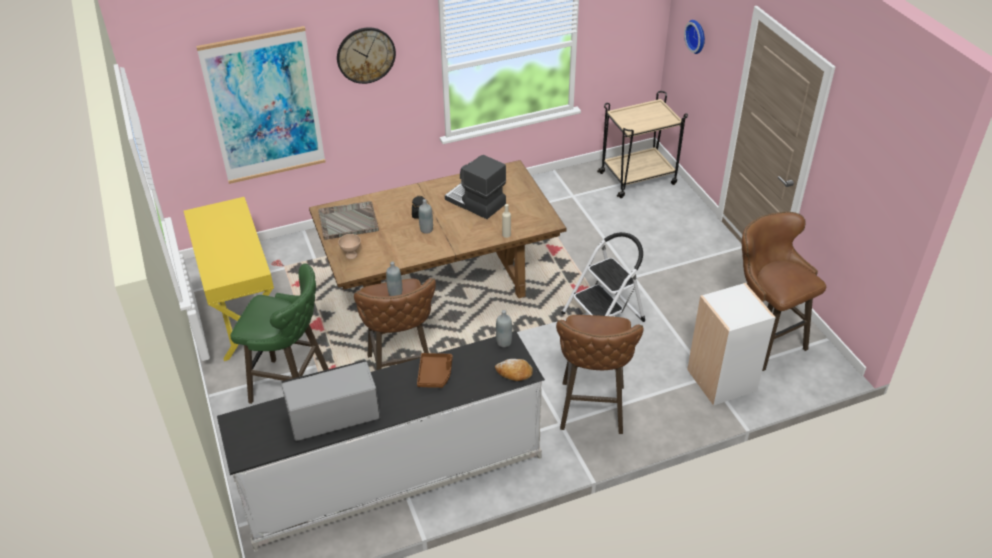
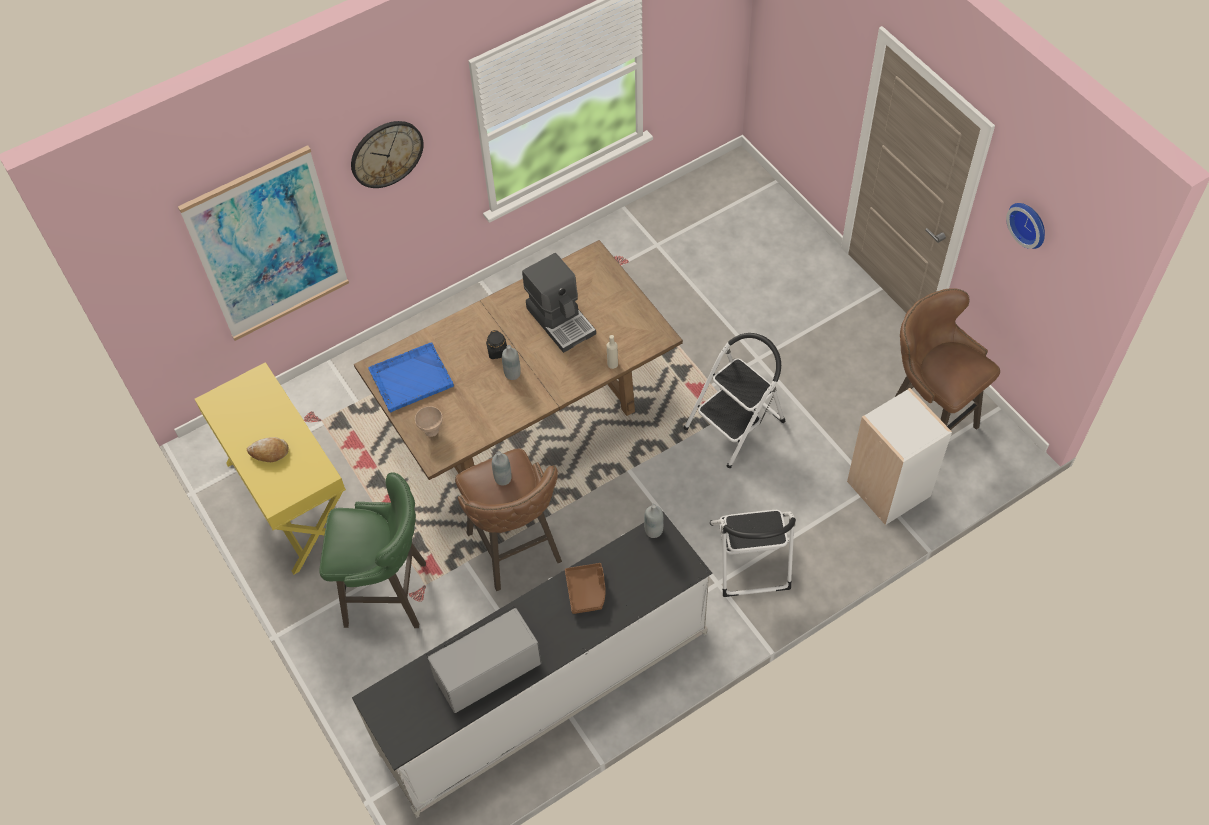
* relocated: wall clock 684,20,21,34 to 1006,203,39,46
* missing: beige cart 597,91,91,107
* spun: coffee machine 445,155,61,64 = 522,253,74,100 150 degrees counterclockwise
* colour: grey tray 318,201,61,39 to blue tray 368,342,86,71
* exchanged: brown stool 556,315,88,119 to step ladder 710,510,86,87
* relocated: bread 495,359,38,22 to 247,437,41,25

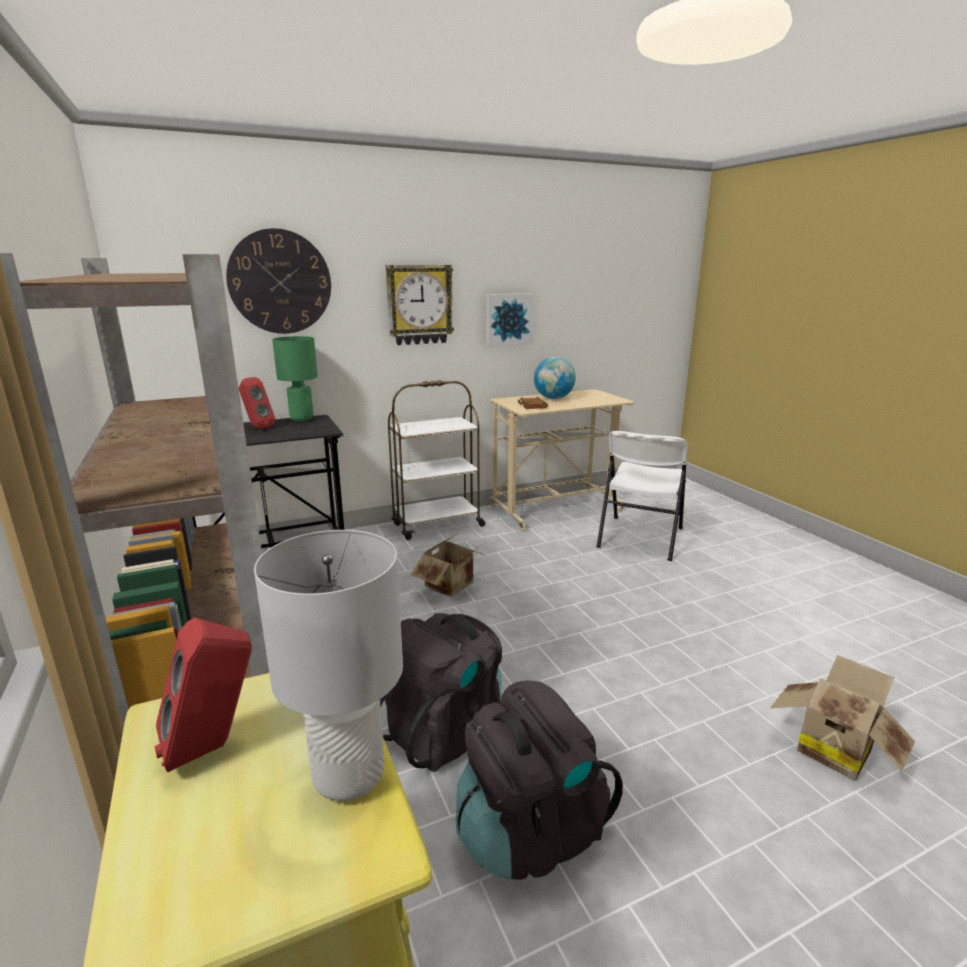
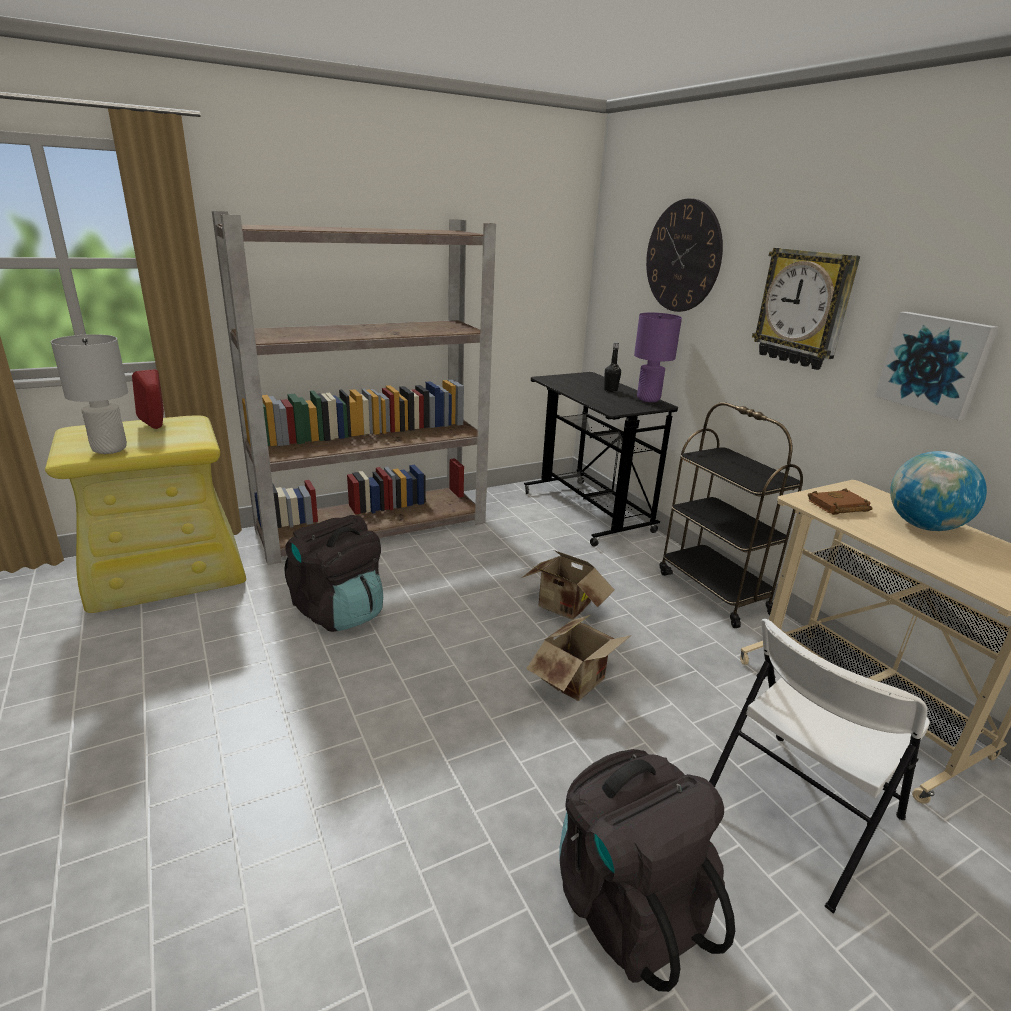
* colour: green table lamp 272,336,46,85 to purple table lamp 634,312,48,90
* exchanged: red speaker 239,377,36,52 to black bottle 604,343,17,49
* colour: white cart 388,380,97,160 to black cart 659,402,144,226
* spun: white chair 596,431,92,130 = 709,619,221,295 60 degrees counterclockwise
* relocated: cardboard box 770,655,145,125 to 526,615,106,86
* relocated: black backpack 456,680,167,200 to 559,749,176,243

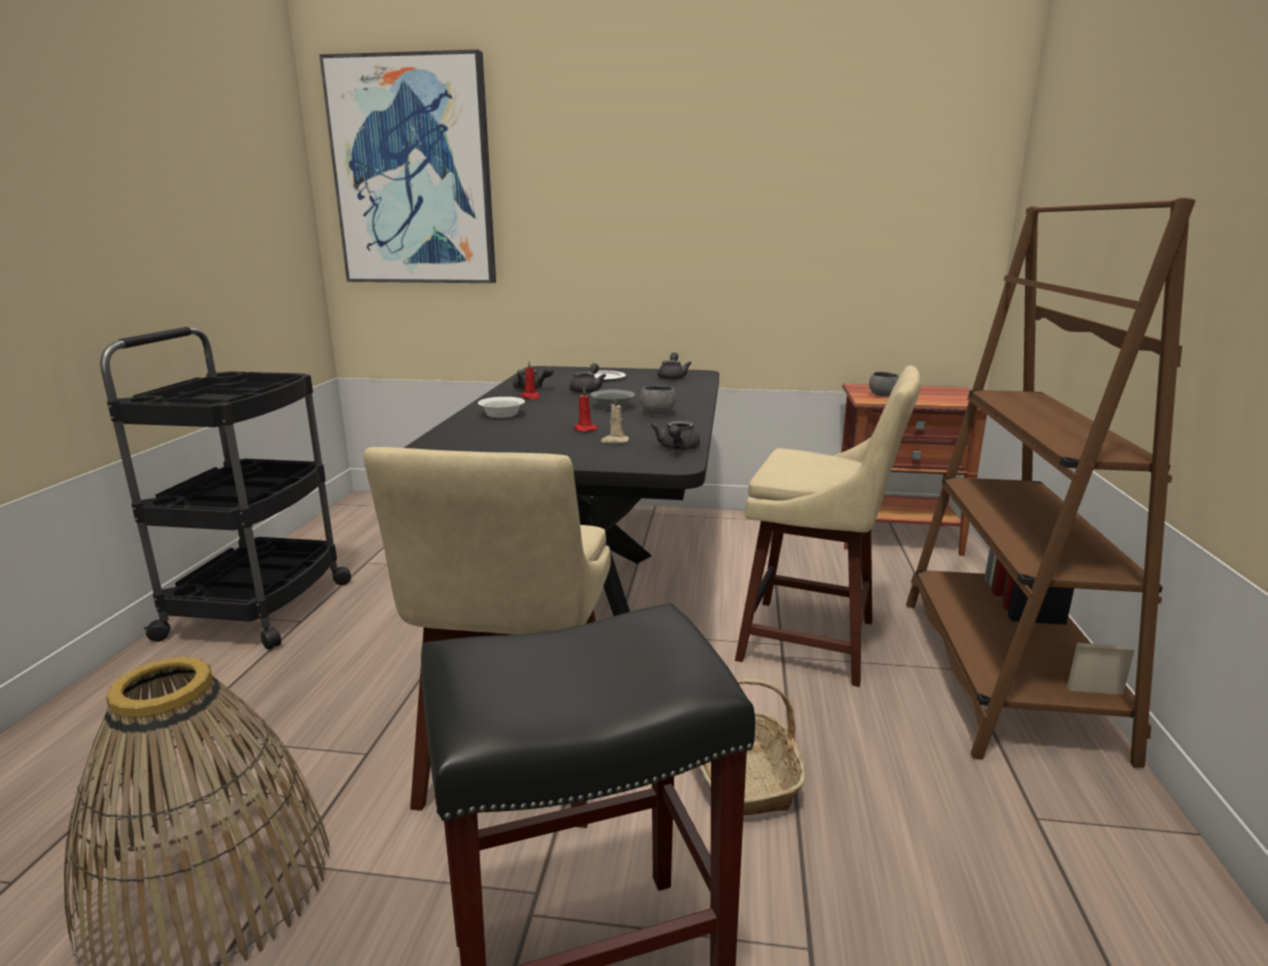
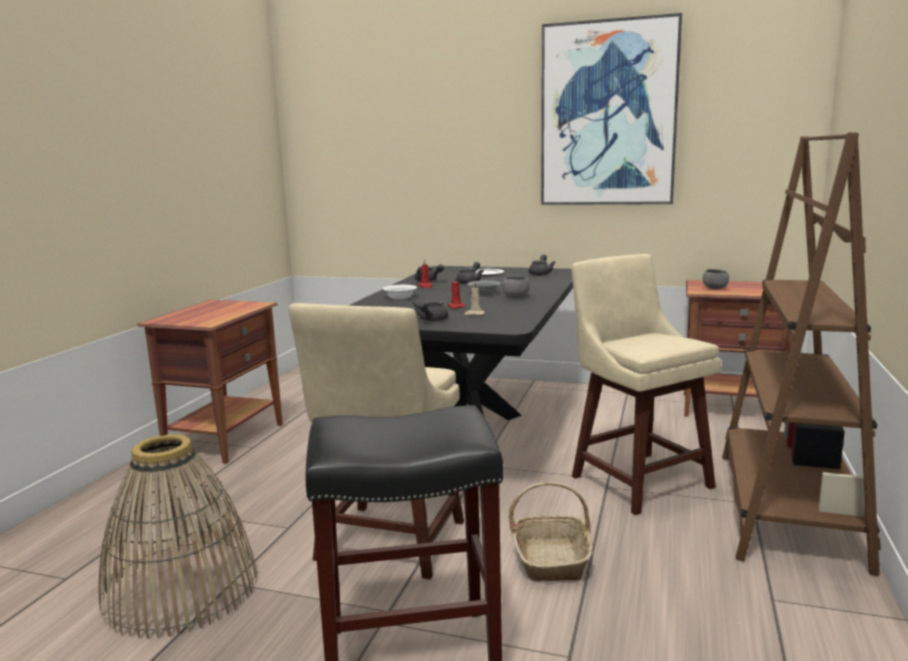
* relocated: picture 319,50,177,233 to 541,13,141,192
* exchanged: black cart 100,327,251,323 to nightstand 137,300,146,164
* spun: beige chair 735,366,186,321 = 571,254,150,261 150 degrees counterclockwise
* relocated: grey teapot 651,421,49,29 to 412,300,36,21

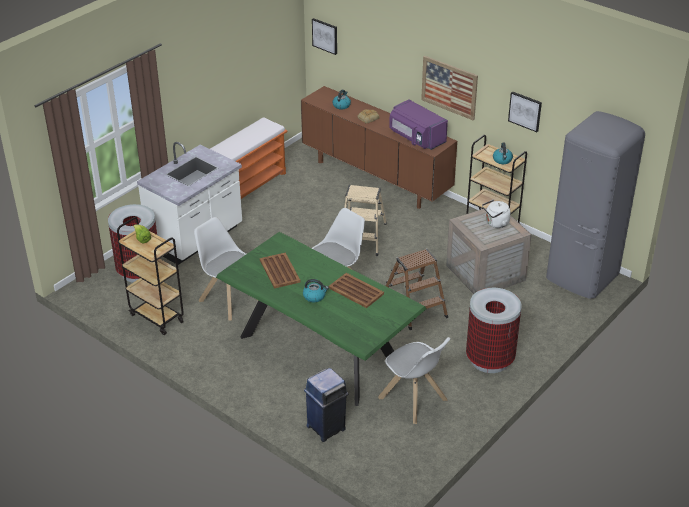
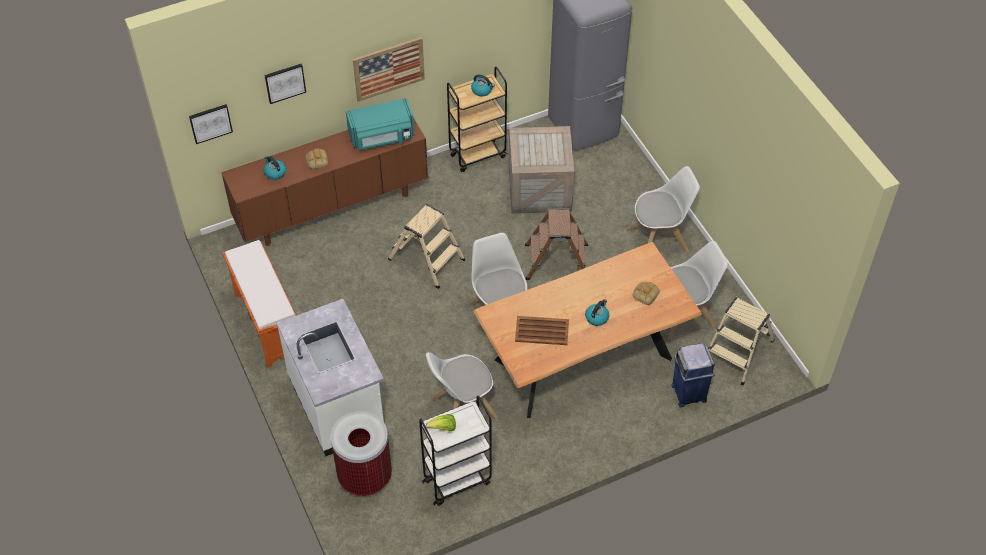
* relocated: picture 508,91,34,41 to 265,64,41,40
* colour: purple microwave 389,100,59,50 to turquoise microwave 346,98,69,53
* missing: white kettle 482,200,29,28
* colour: brown cart 117,217,67,118 to white cart 419,396,73,110
* colour: green dining table 216,232,211,174 to brown dining table 473,242,229,176
* missing: brown tray 328,273,56,35
* exchanged: trash can 466,288,56,85 to chair 627,166,73,86
* appeared: bread 633,282,27,23
* appeared: beige step ladder 709,297,66,89

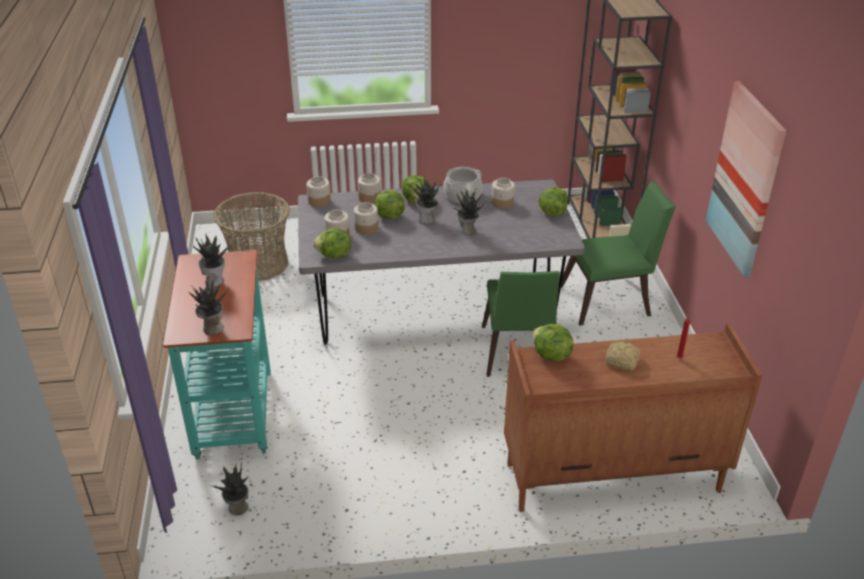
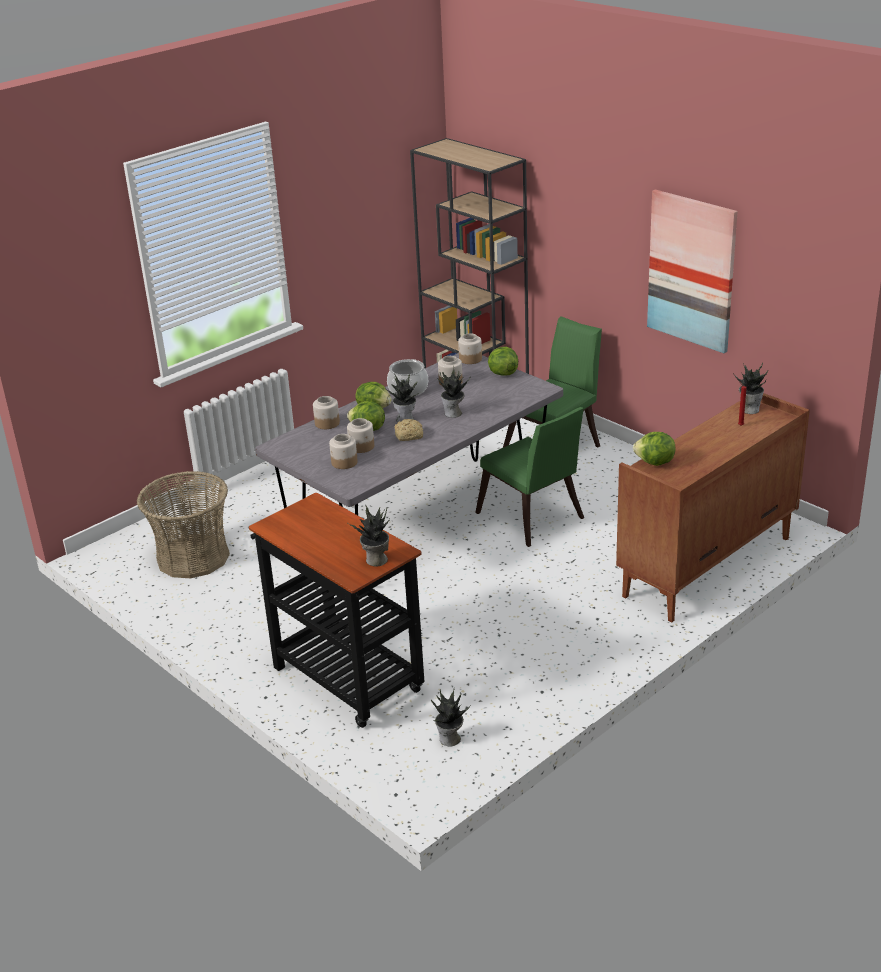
* relocated: jar 307,176,24,31 to 458,333,24,31
* missing: lettuce 313,229,38,30
* relocated: potted plant 192,235,40,52 to 733,363,35,51
* colour: turquoise cart 163,250,108,209 to black cart 249,493,175,235
* relocated: bread 606,341,35,30 to 394,419,29,22

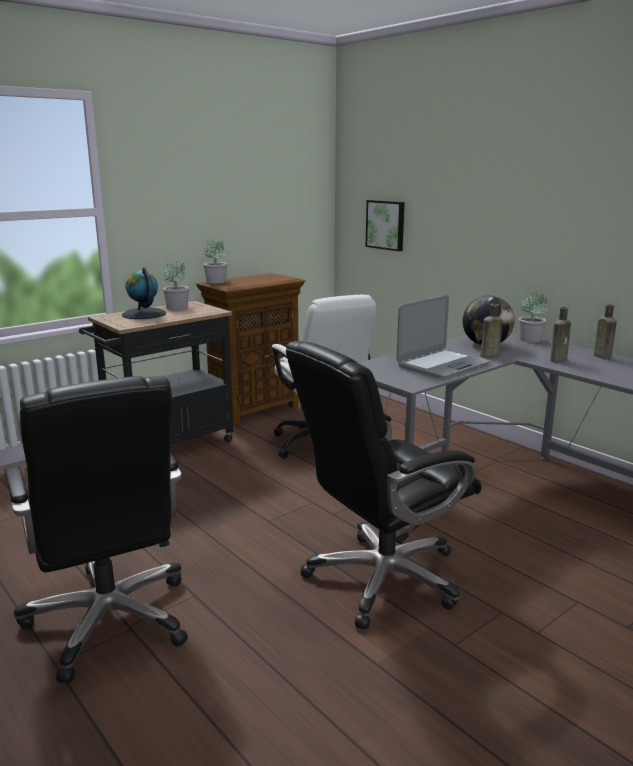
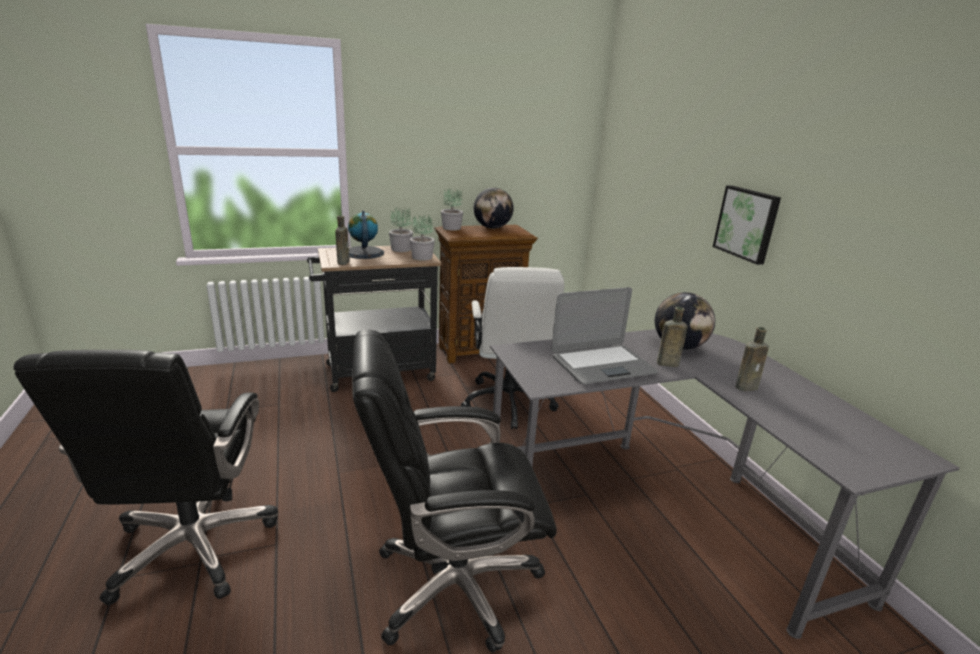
* relocated: picture 366,200,39,51 to 713,186,68,79
* relocated: potted plant 518,293,29,49 to 410,214,25,47
* relocated: brown bottle 594,304,23,56 to 335,215,15,50
* appeared: globe 473,188,41,41

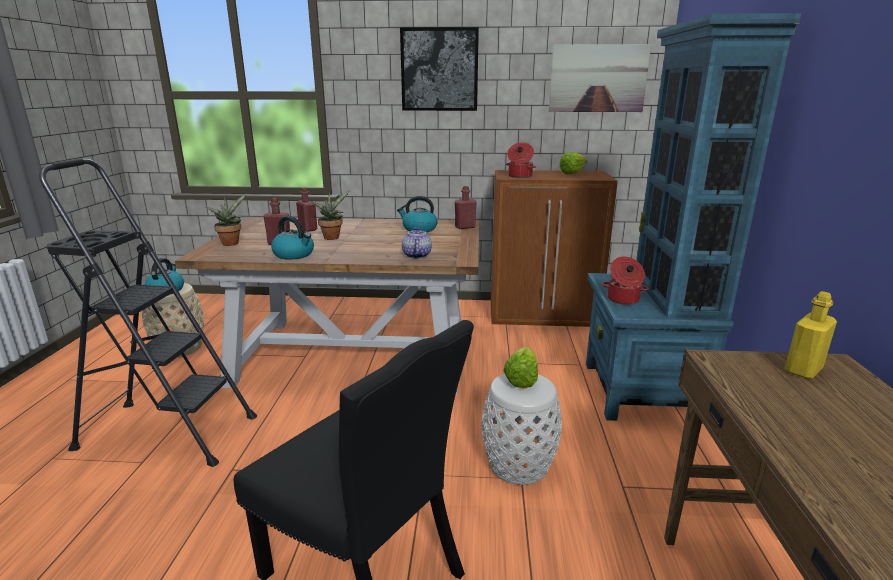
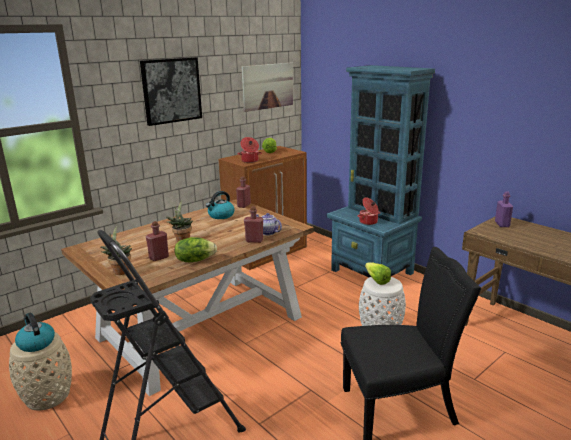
* relocated: red bottle 296,187,21,45 to 244,206,19,37
* exchanged: kettle 271,216,43,44 to lettuce 175,237,42,25
* colour: yellow bottle 785,291,52,88 to purple bottle 495,191,18,36

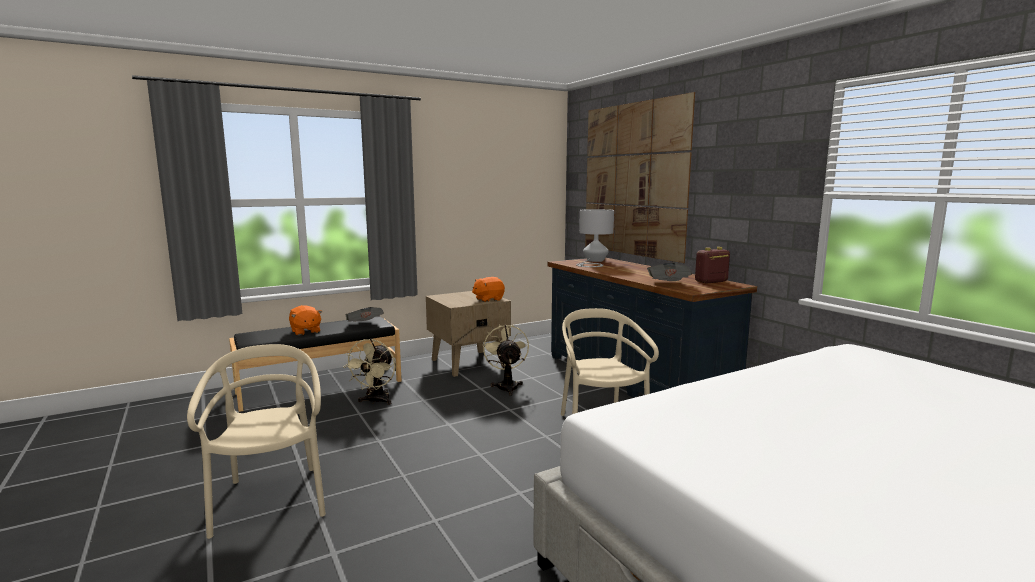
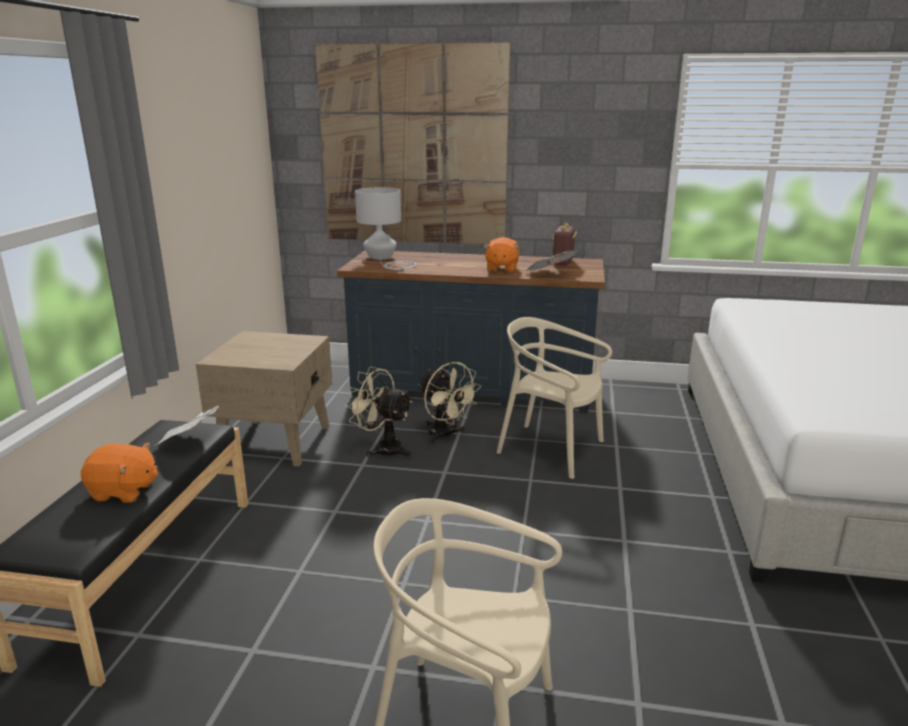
* relocated: orange plush toy 472,277,33,25 to 483,237,36,36
* relocated: beige fan 343,339,53,66 to 418,362,63,82

